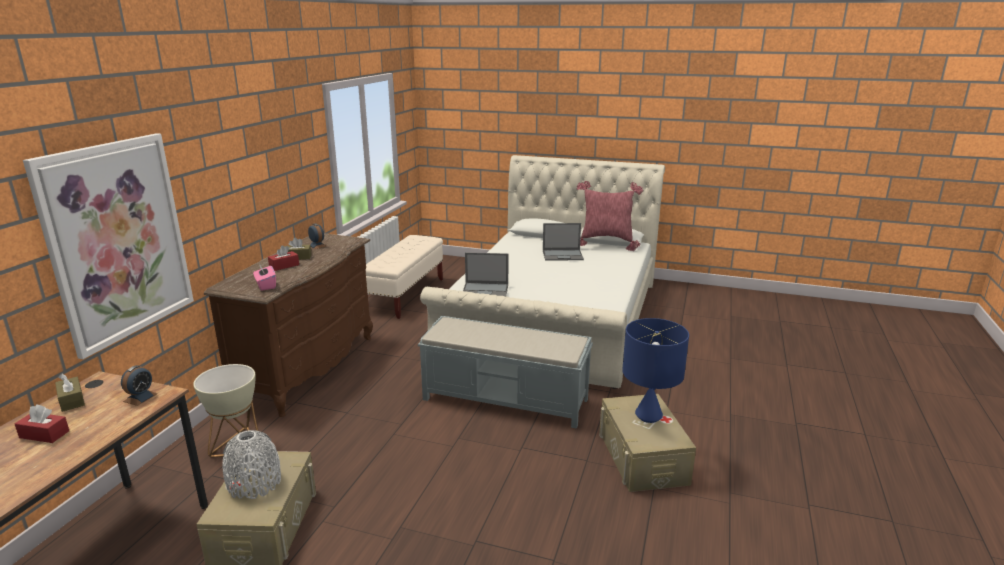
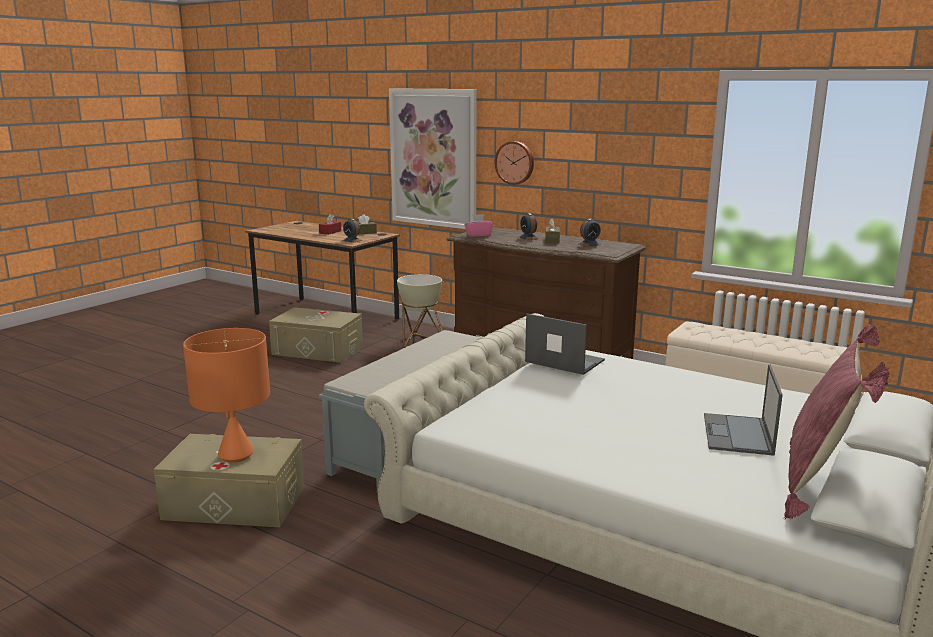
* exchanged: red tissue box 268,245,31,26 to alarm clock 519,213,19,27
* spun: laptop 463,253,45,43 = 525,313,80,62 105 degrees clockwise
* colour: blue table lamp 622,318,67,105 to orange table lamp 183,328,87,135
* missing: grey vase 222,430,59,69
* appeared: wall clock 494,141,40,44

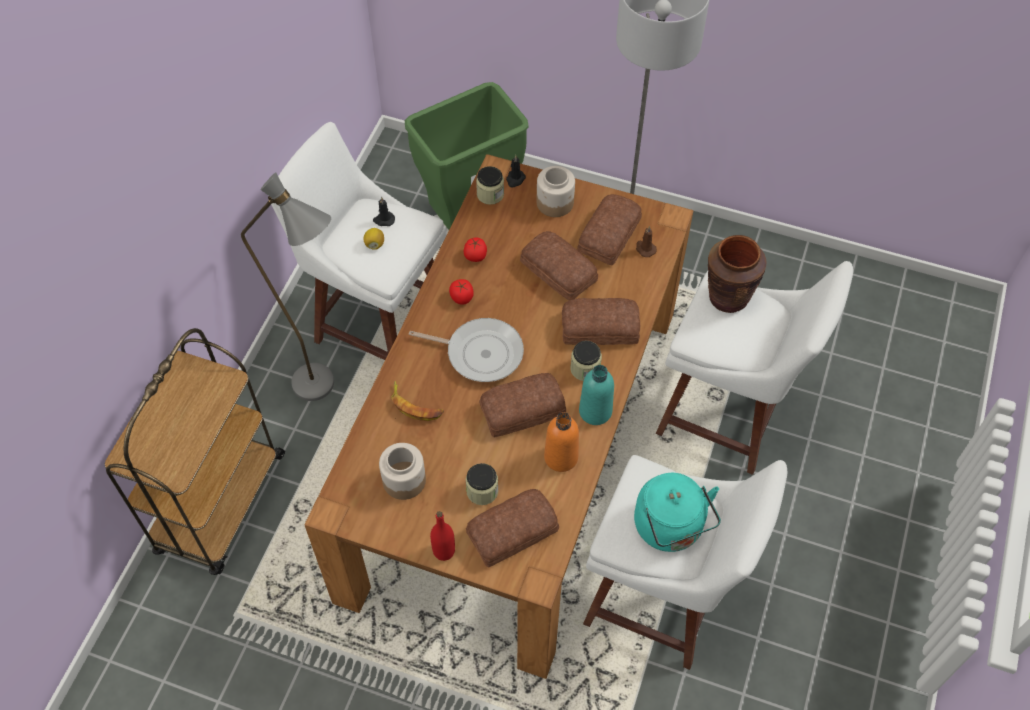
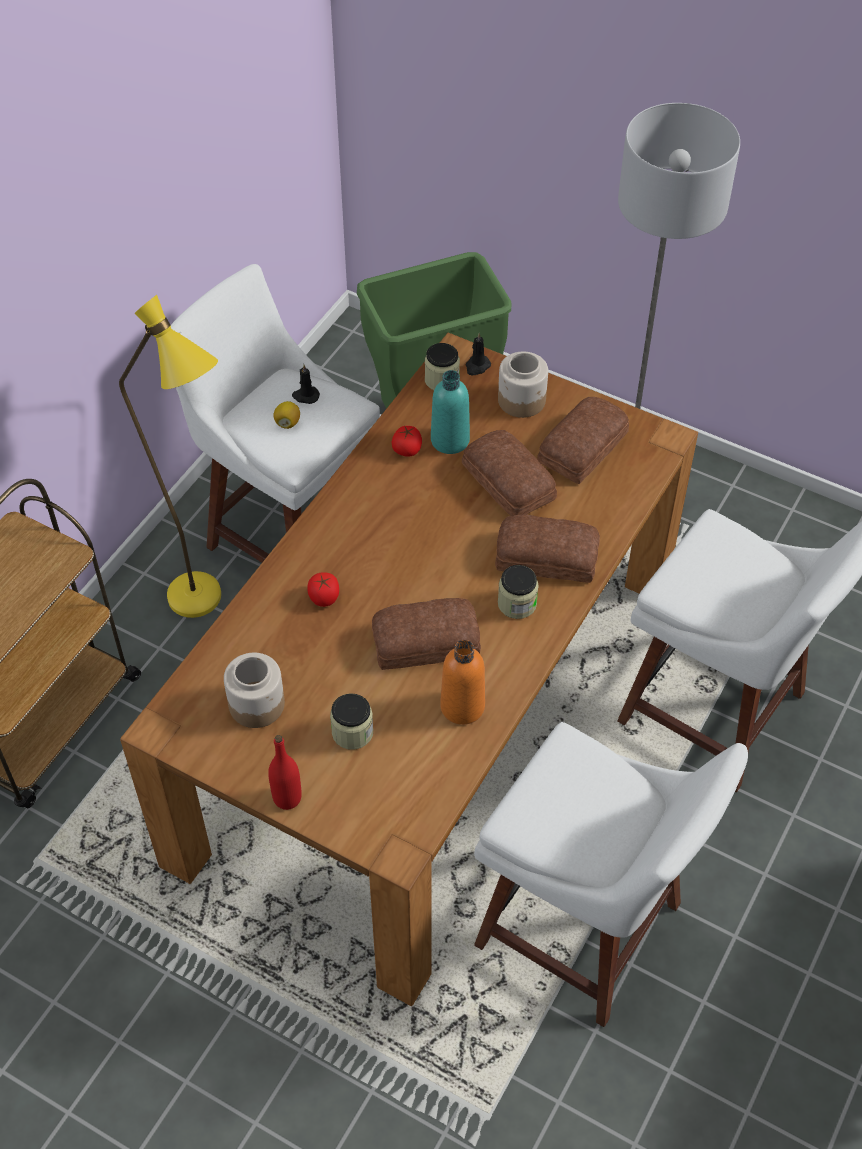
* colour: grey floor lamp 241,172,93,229 to yellow floor lamp 119,295,102,323
* missing: brown candle 636,226,21,31
* missing: brown vase 708,235,59,78
* relocated: tomato 449,279,25,26 to 307,572,32,35
* missing: frying pan 409,318,115,64
* relocated: turquoise bottle 579,365,35,60 to 431,370,39,84
* missing: banana 391,381,53,40
* missing: turquoise kettle 634,473,87,79
* missing: bread 466,489,93,78

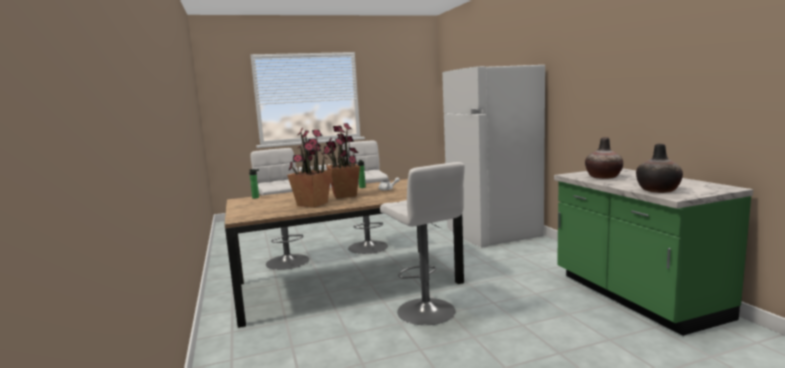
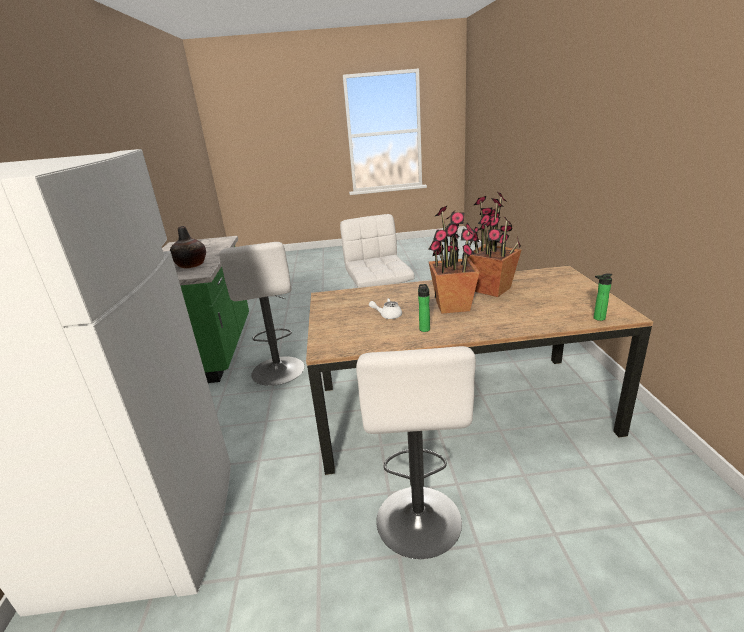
* missing: vase 636,144,47,49
* relocated: white stool 250,148,59,122 to 219,242,85,144

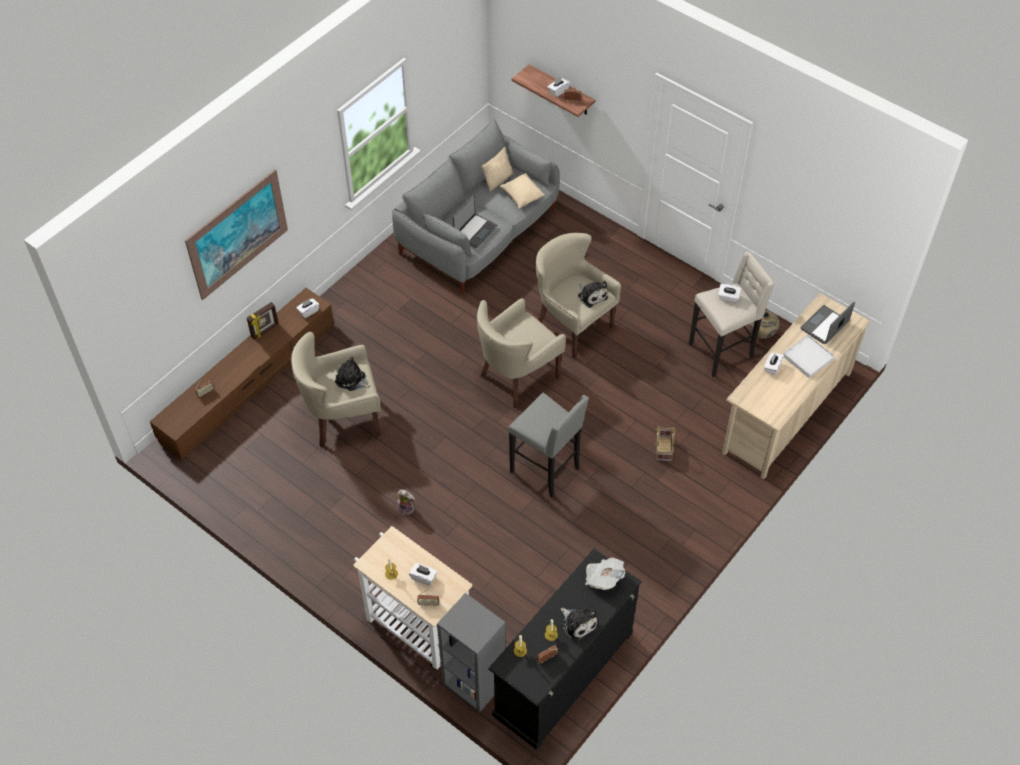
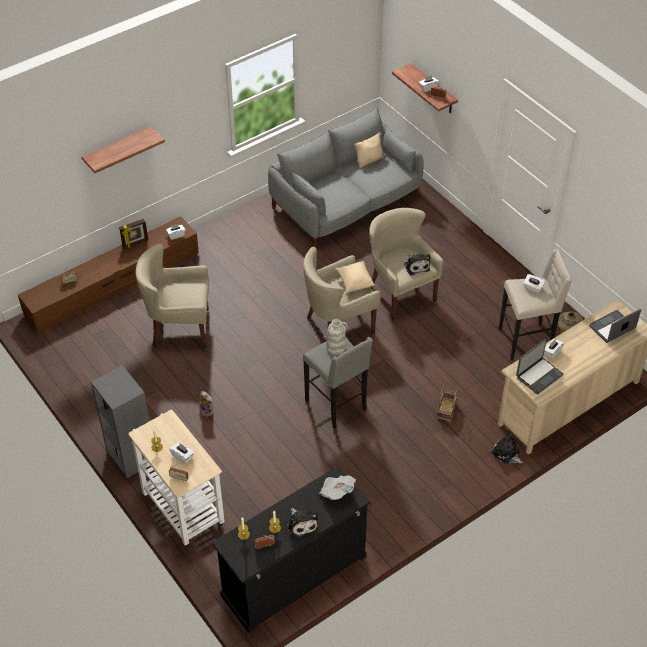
* exchanged: picture 185,169,103,131 to shelf 82,126,83,47
* relocated: beige pillow 499,173,46,35 to 335,261,40,32
* relocated: laptop 452,195,45,53 to 516,339,48,56
* missing: white tray 783,335,52,43
* relocated: plush toy 335,356,36,35 to 491,432,32,32
* relocated: grey bookcase 437,593,69,119 to 91,365,58,113
* appeared: white vase 326,319,22,36

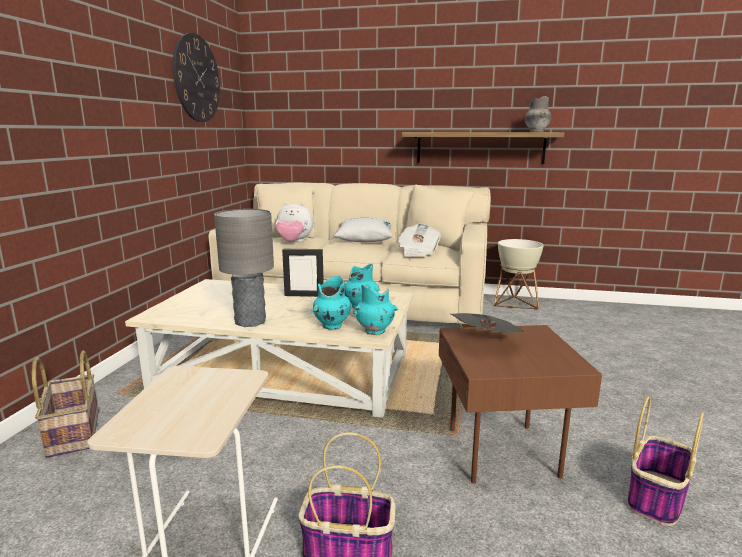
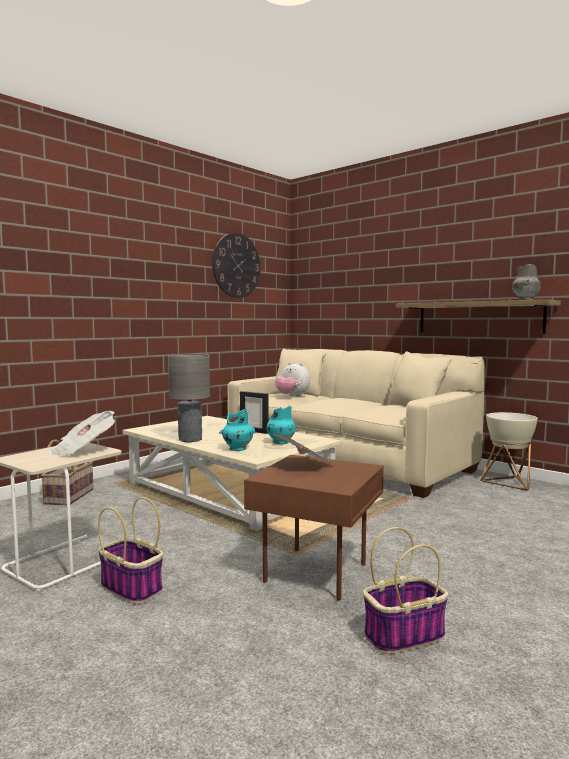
* missing: grey pillow 334,218,59,24
* relocated: newspaper 398,223,43,34 to 47,411,68,44
* missing: turquoise vase 353,283,45,52

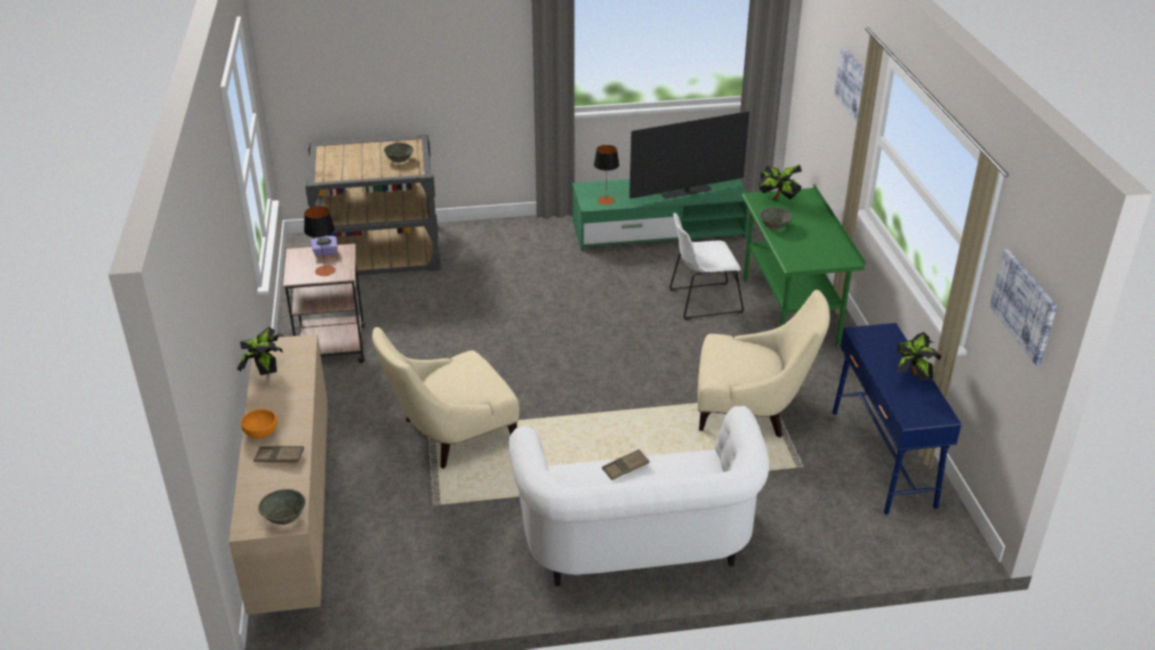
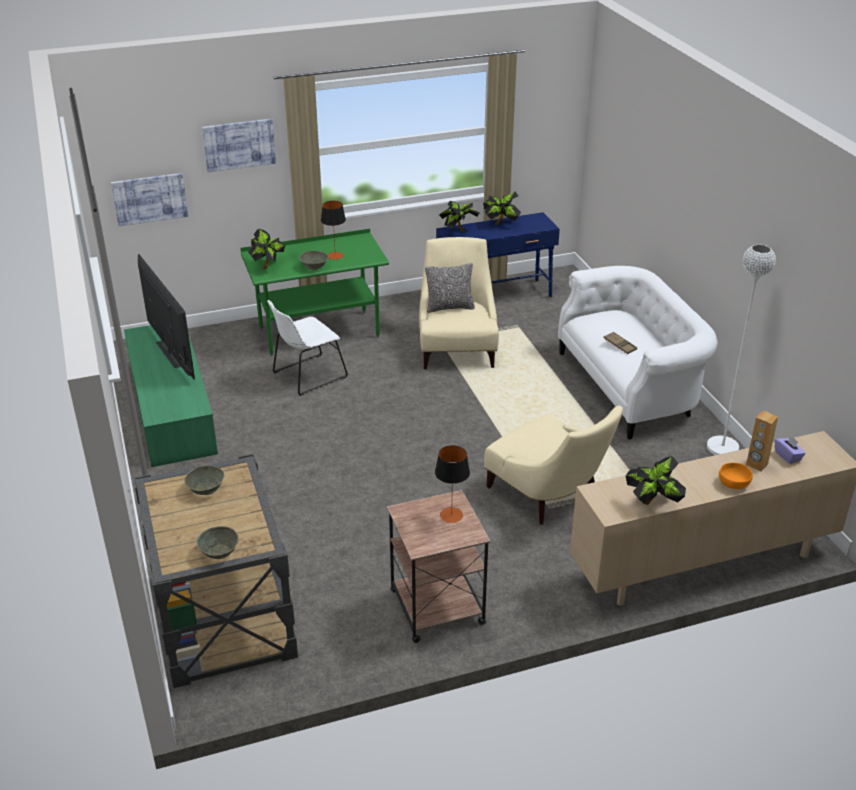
* relocated: table lamp 594,145,25,60 to 321,201,25,59
* spun: white chair 669,213,75,107 = 267,300,81,96 75 degrees clockwise
* relocated: purple tissue box 311,236,27,21 to 775,436,31,28
* relocated: picture 990,249,67,117 to 111,173,77,53
* exchanged: brown tray 253,446,51,16 to brown speaker 746,411,32,60
* relocated: grey bowl 258,489,48,36 to 196,526,43,33
* appeared: potted plant 439,201,41,31
* appeared: white floor lamp 707,244,69,211
* appeared: pillow 425,263,50,50

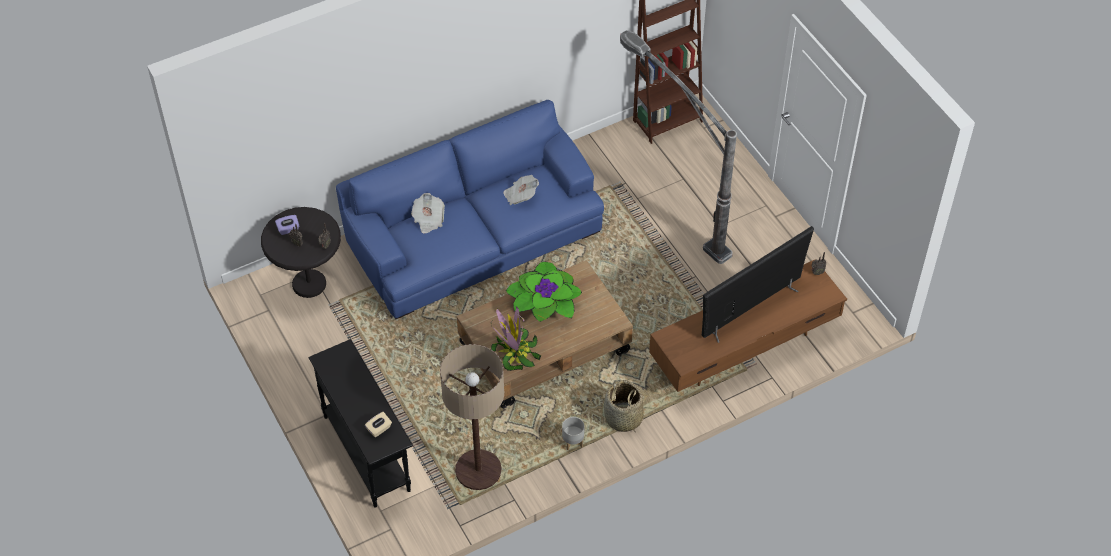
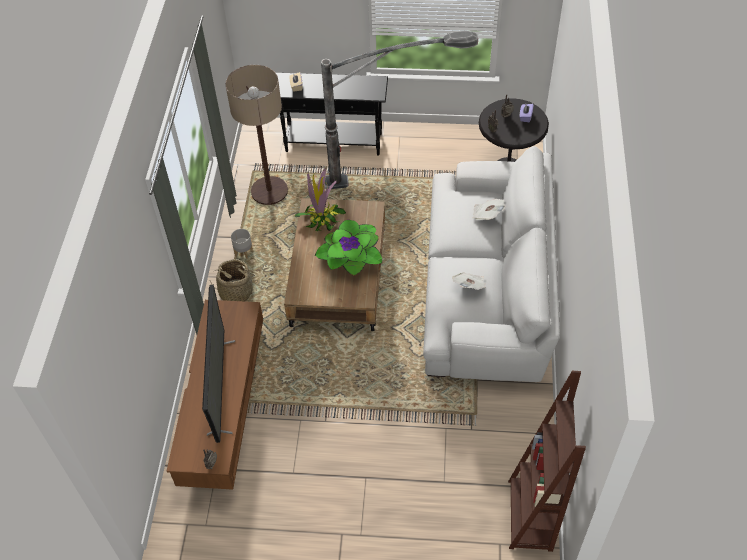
* relocated: floor lamp 620,30,117,234 to 321,31,157,158
* colour: blue sofa 336,100,268,220 to white sofa 423,146,137,236

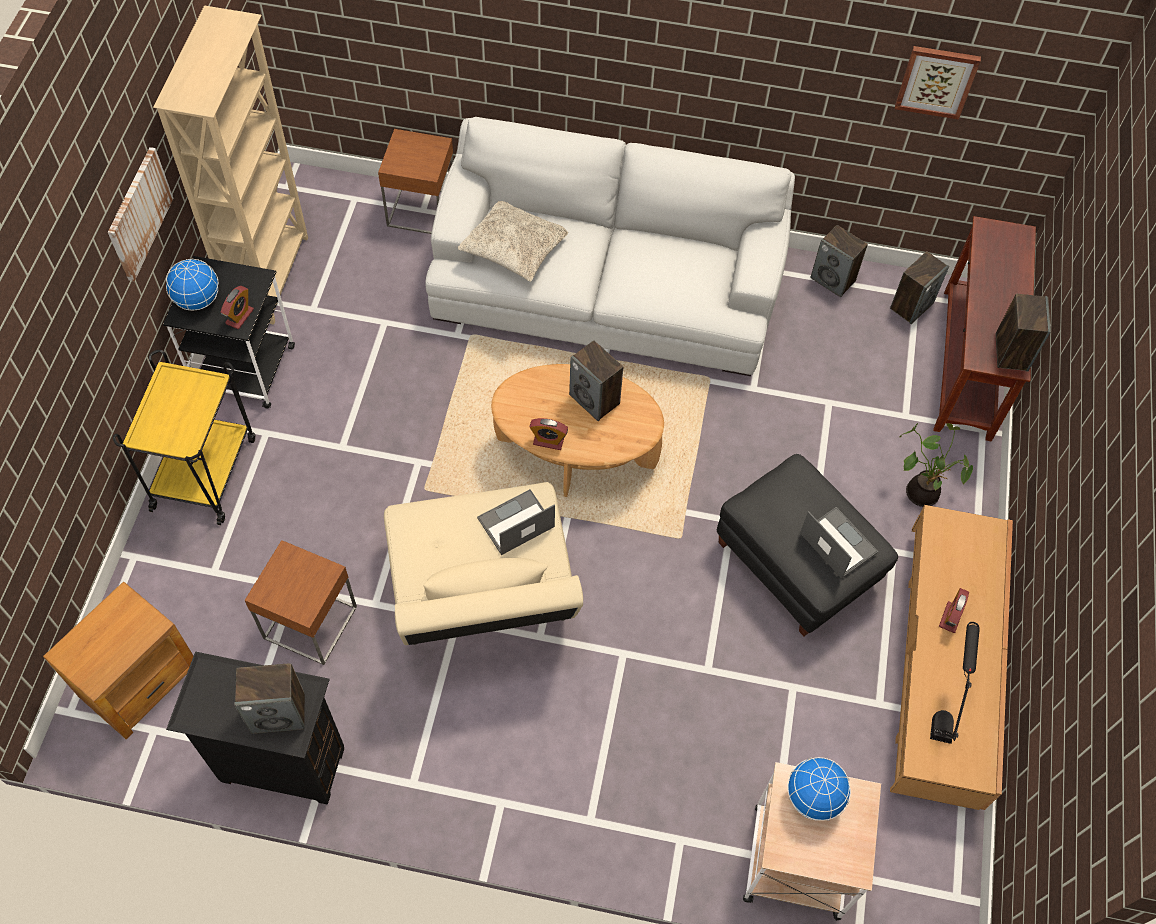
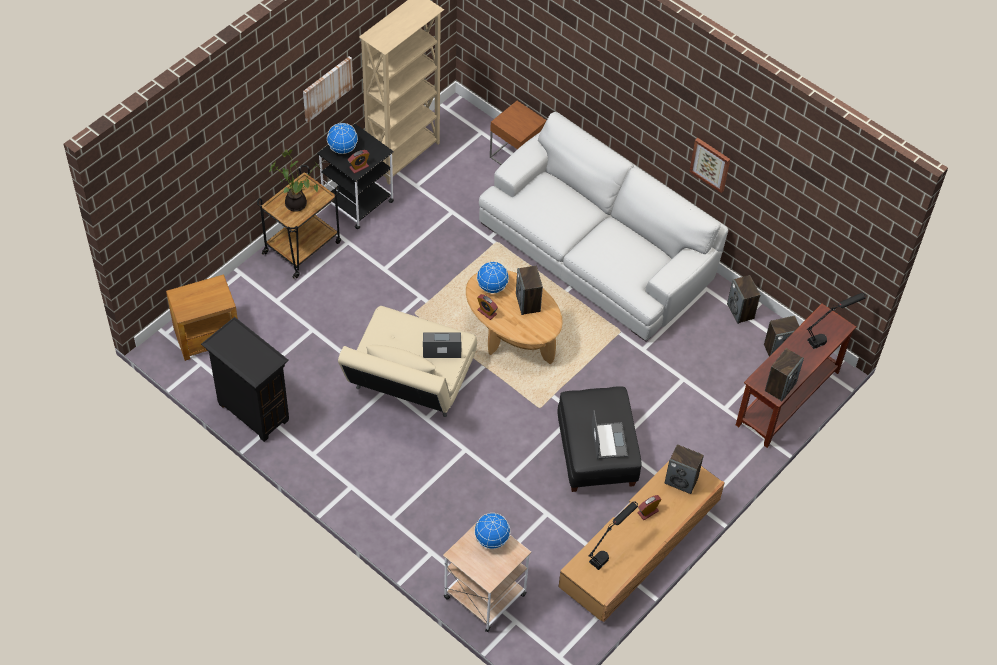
* relocated: picture 895,46,86,74 to 689,138,41,55
* missing: beige pillow 458,201,110,81
* colour: yellow cart 113,350,142,175 to brown cart 257,165,84,113
* relocated: potted plant 900,423,73,84 to 269,149,52,63
* missing: brown side table 245,540,112,125
* relocated: speaker 234,663,71,71 to 665,444,39,50
* appeared: globe 477,261,32,33
* appeared: black table lamp 807,293,59,56

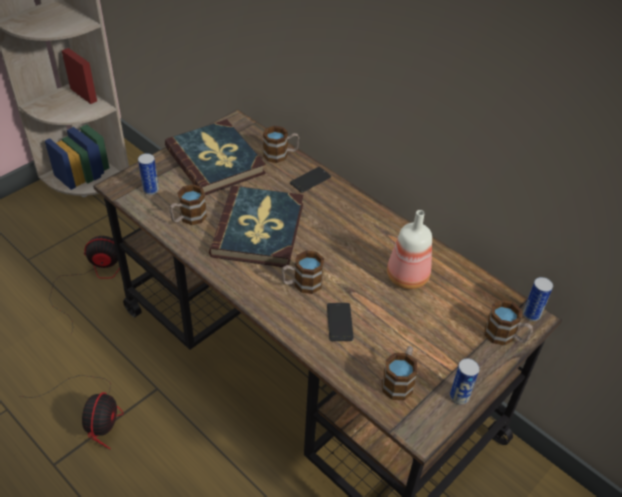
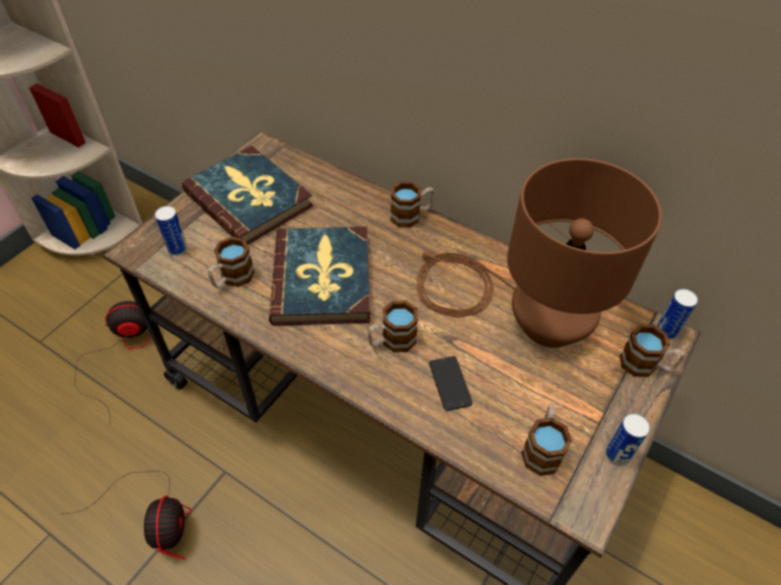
* relocated: mug 263,126,36,37 to 390,181,44,47
* missing: phone 290,167,41,26
* exchanged: bottle 387,210,45,79 to brown table lamp 417,158,245,190

